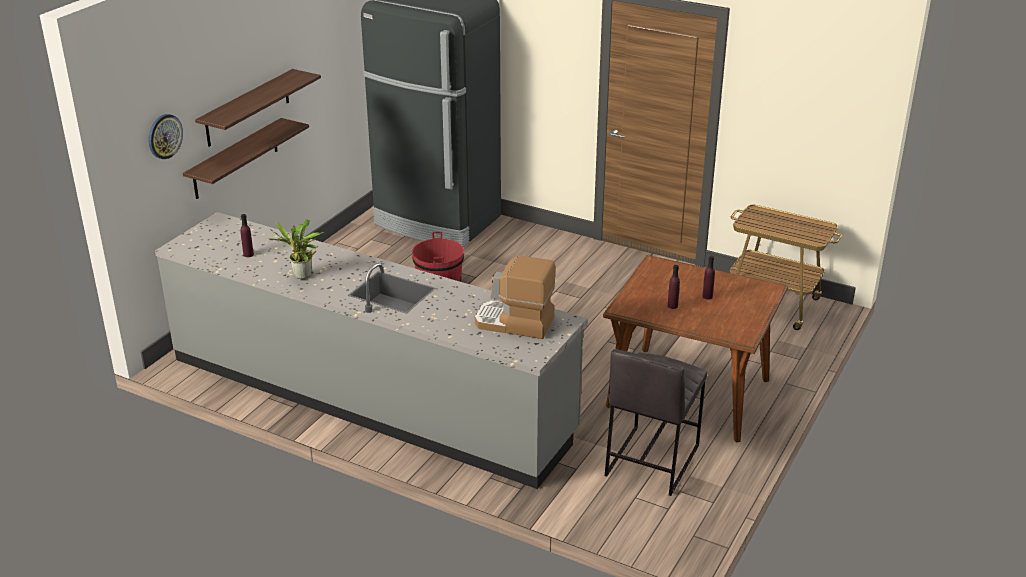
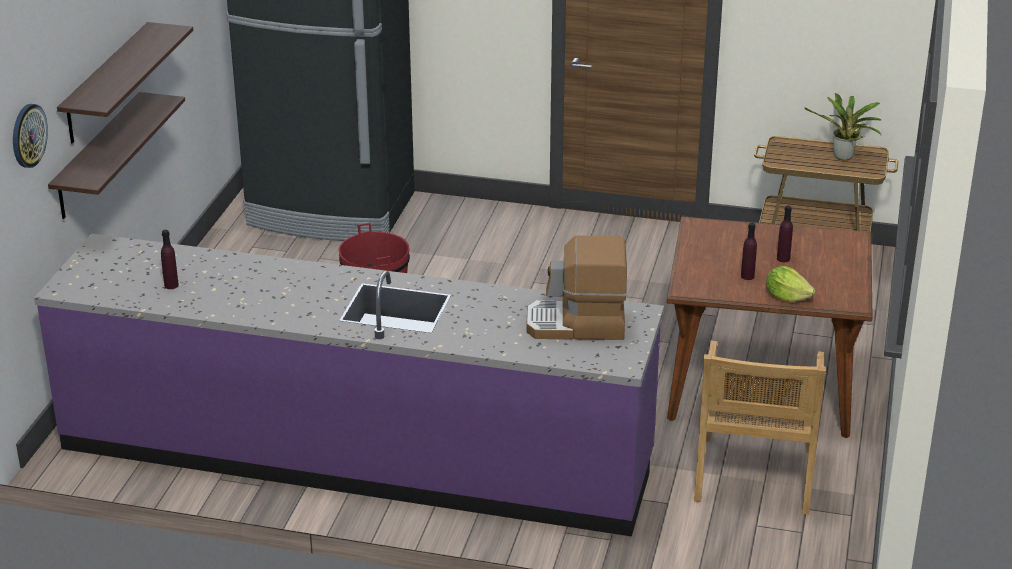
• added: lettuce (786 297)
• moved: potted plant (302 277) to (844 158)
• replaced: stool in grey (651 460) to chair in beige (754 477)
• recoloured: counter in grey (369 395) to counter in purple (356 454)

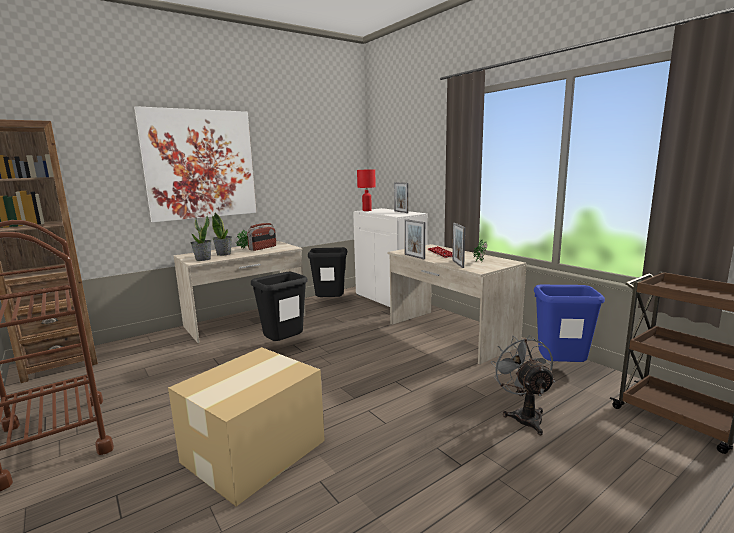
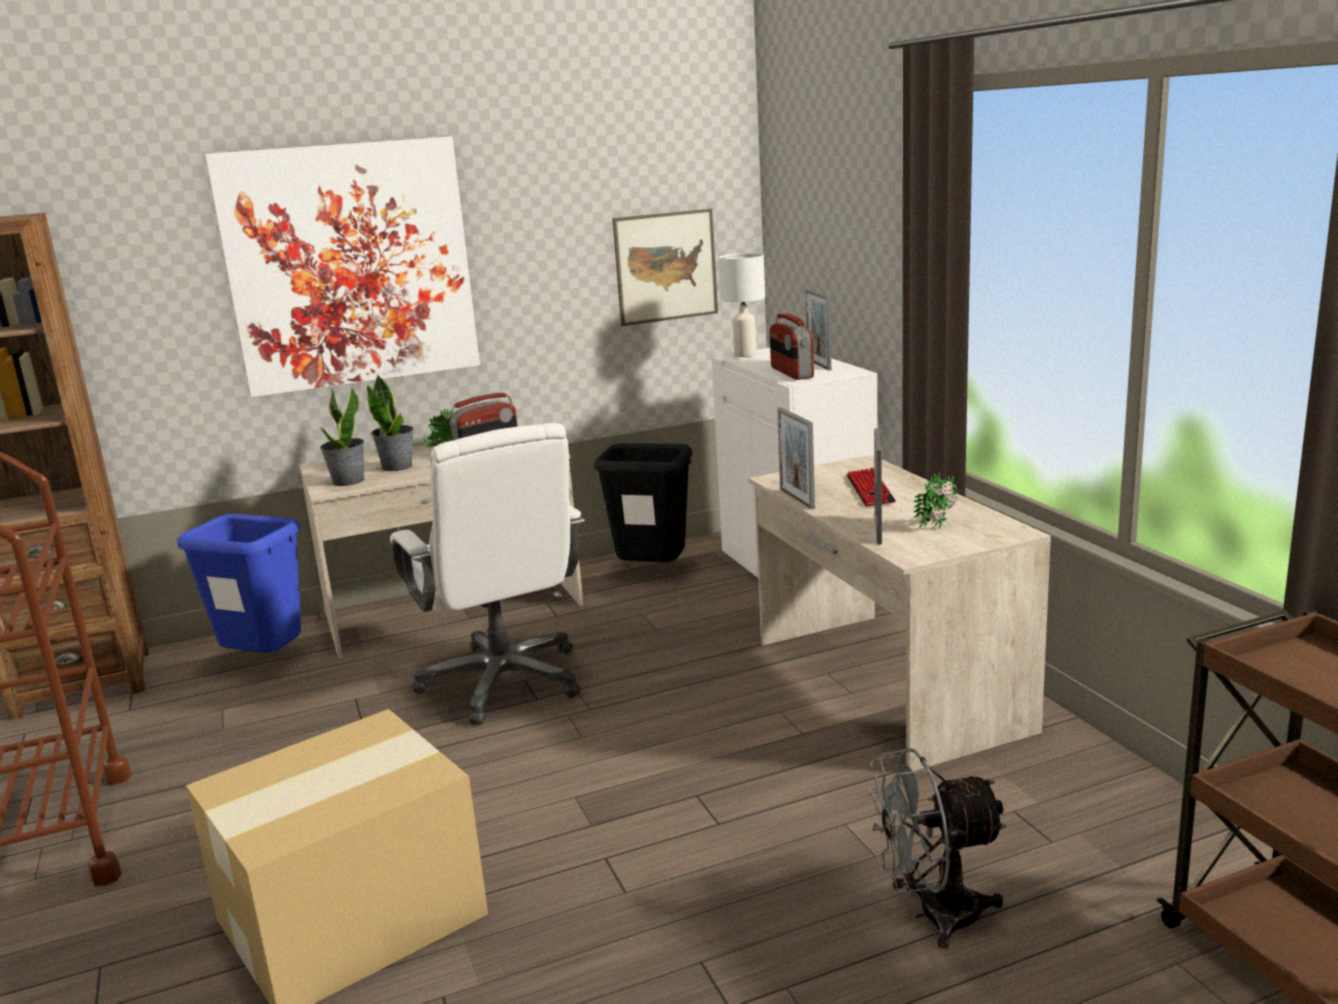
• added: picture (666 267)
• added: radio (791 373)
• moved: trash can in blue (561 369) to (266 664)
• replaced: trash can in black (283 346) to office chair in white (504 682)
• recoloured: table lamp in red (367 210) to table lamp in white (745 355)
• turned: fan in grey (524 415) = (933 915) 105 degrees counterclockwise

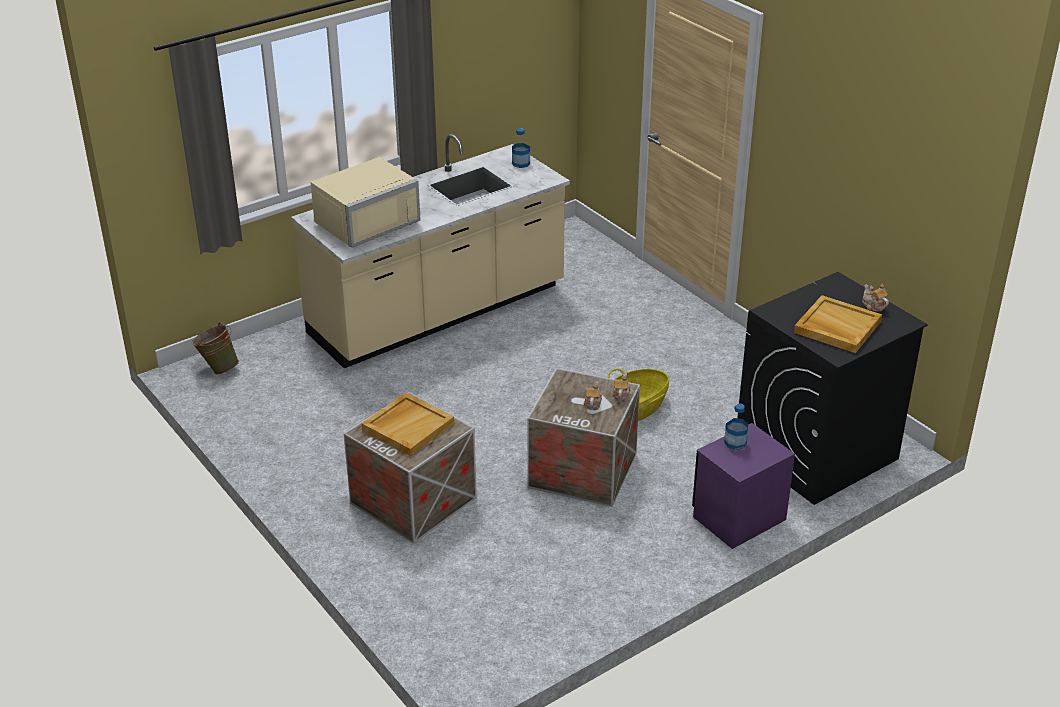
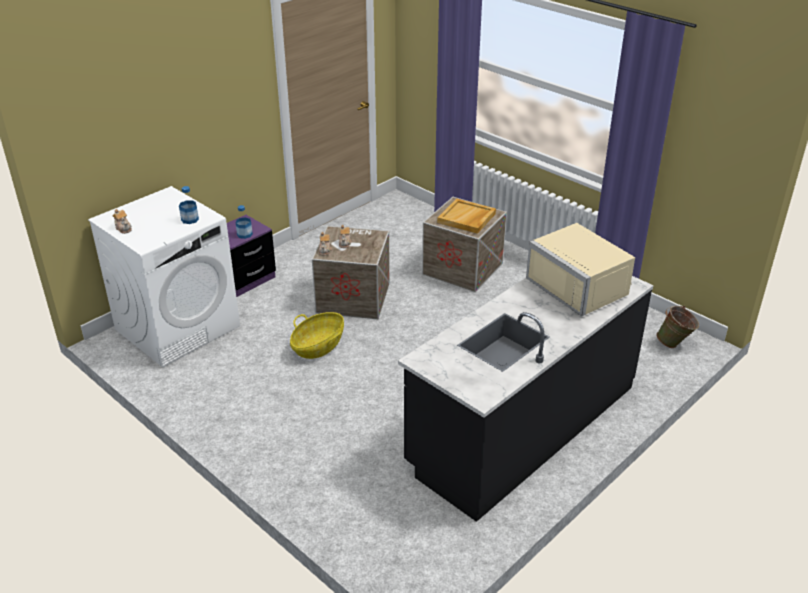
• removed: tray in beige (836 327)
• moved: bottle (521 163) to (190 219)
• recoloured: counter in beige (438 312) to counter in black (522 425)
• recoloured: washing machine in black (815 453) to washing machine in white (178 327)
• turned: microwave in beige (363 221) = (582 286) 75 degrees counterclockwise

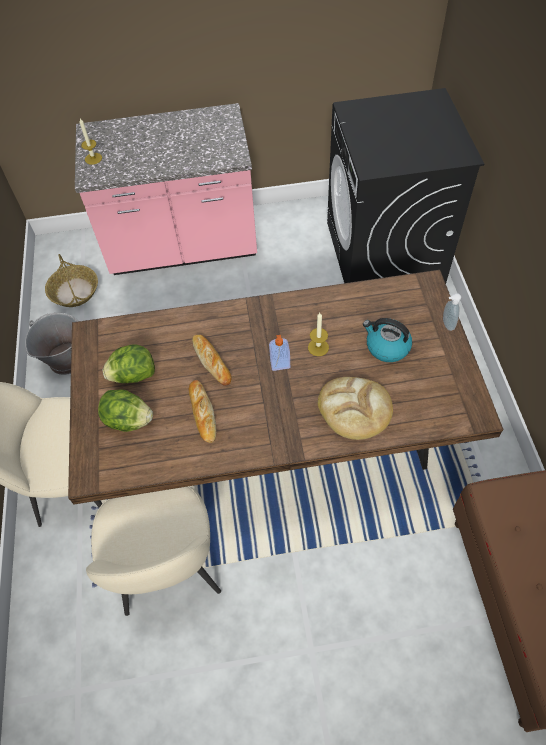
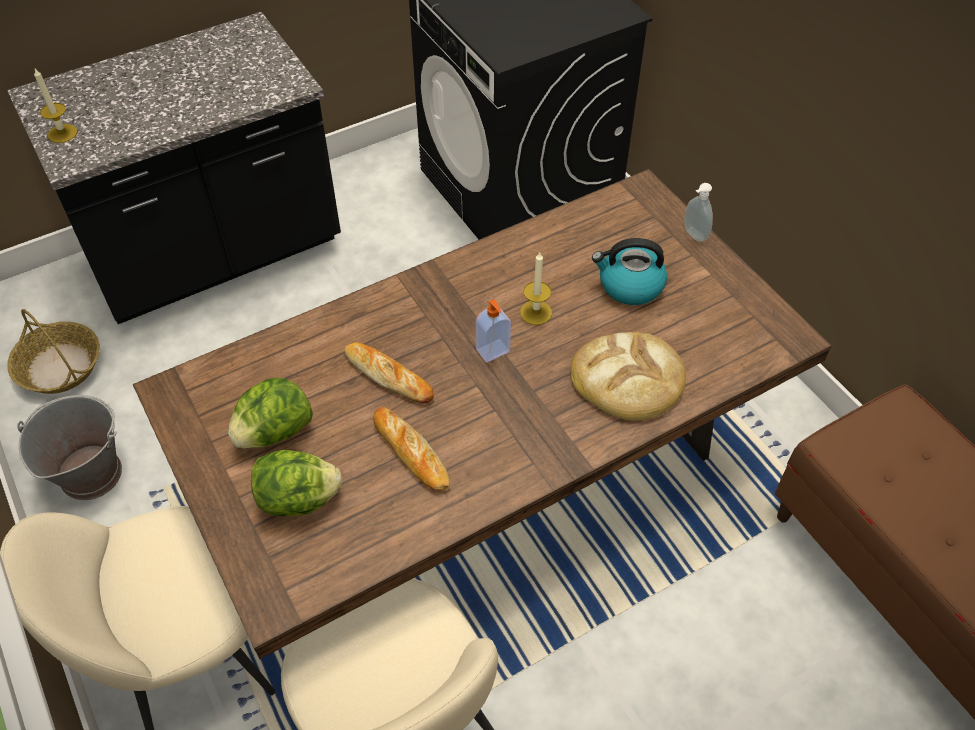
• recoloured: counter in pink (183 248) to counter in black (216 256)

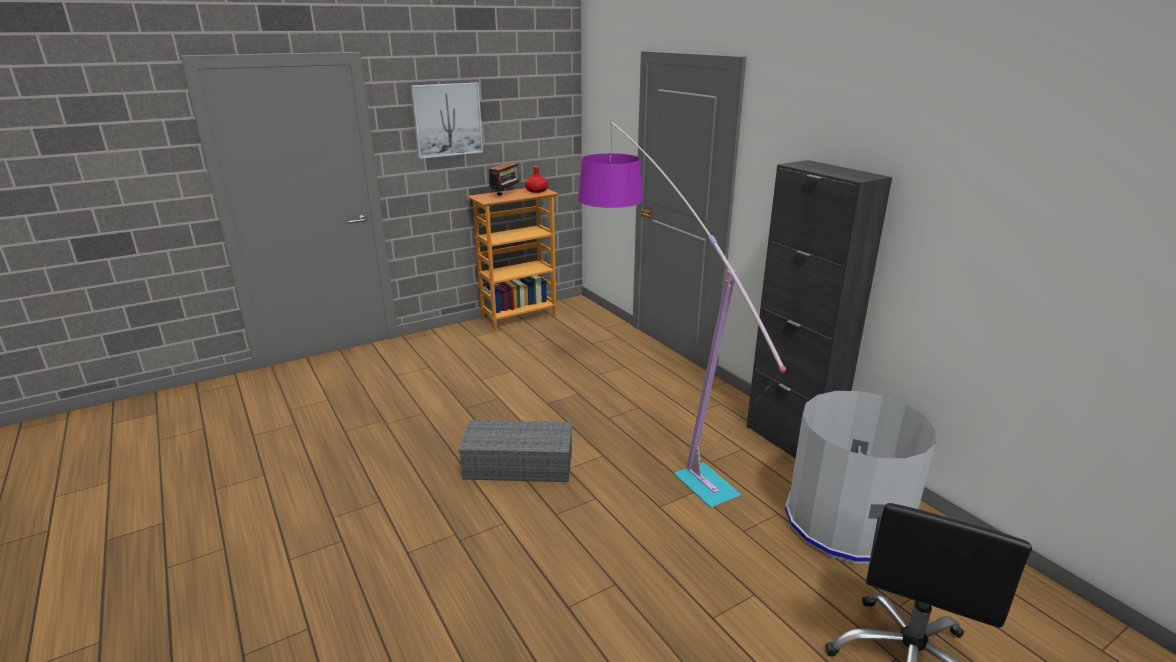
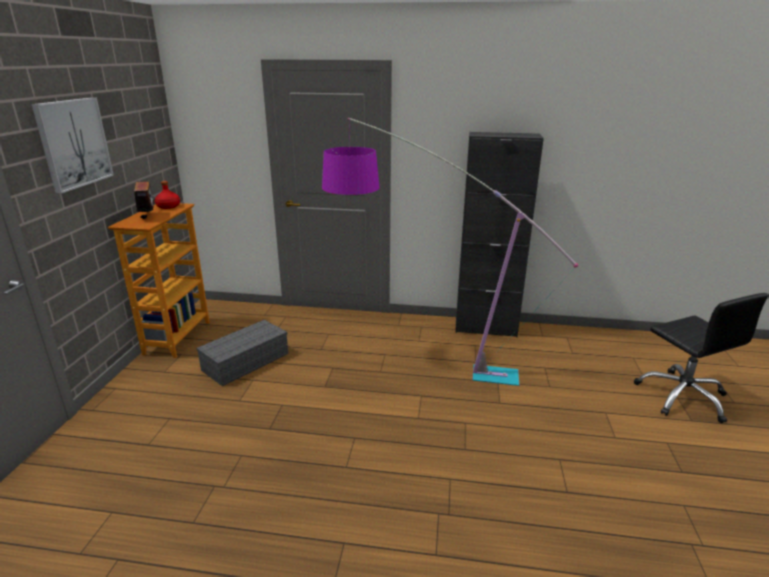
• removed: trash can in grey (846 521)
• moved: storage box in grey (520 464) to (246 361)

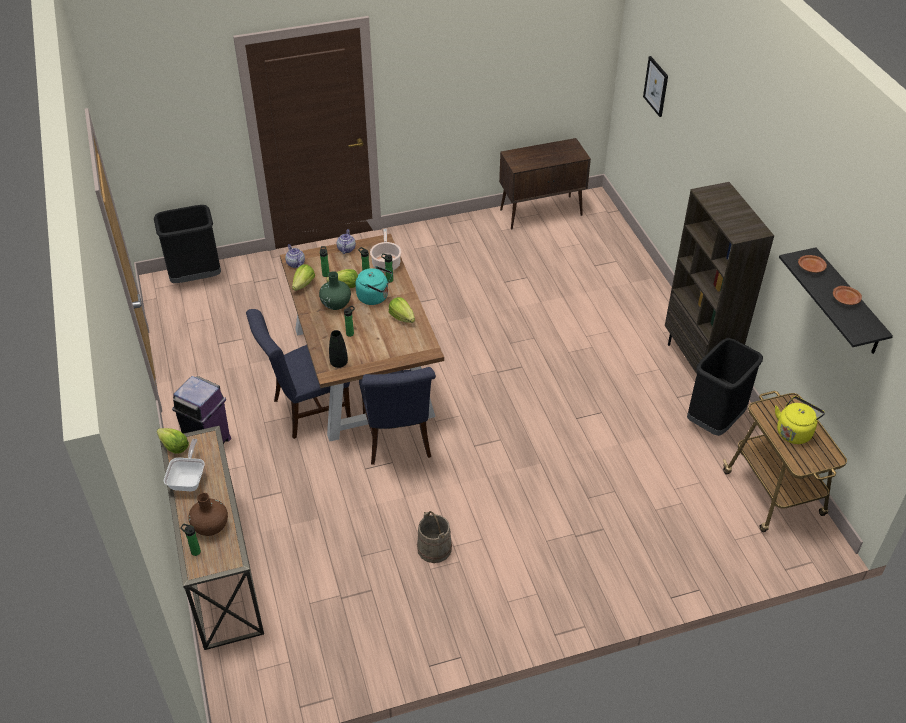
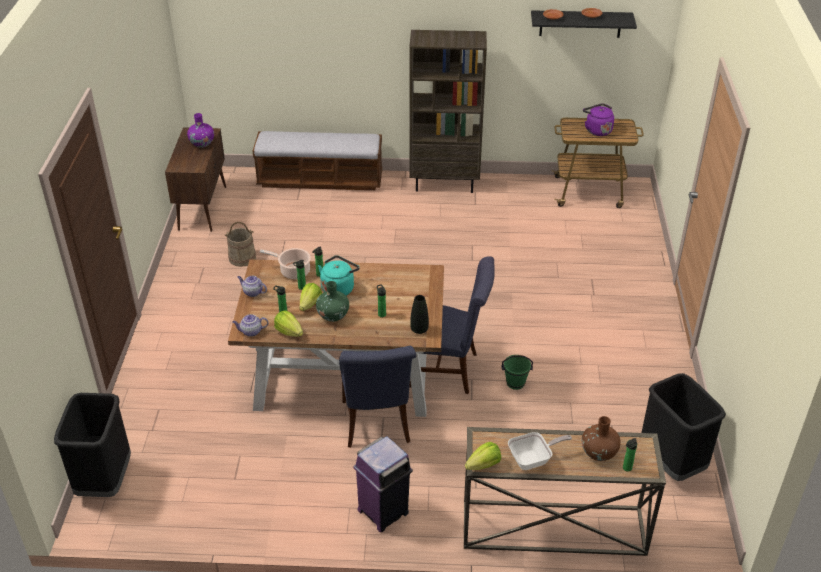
• removed: lettuce (402 317)
• removed: picture (656 86)
• added: vase in purple (202 143)
• added: bench (320 180)
• added: bucket in green (515 383)
• moved: bucket in beige (434 548) to (242 257)
• moved: trash can in black (715 420) to (672 462)
• recoloured: kettle in yellow (794 431) to kettle in purple (597 130)
• turned: frying pan (189 479) = (533 459) 135 degrees clockwise

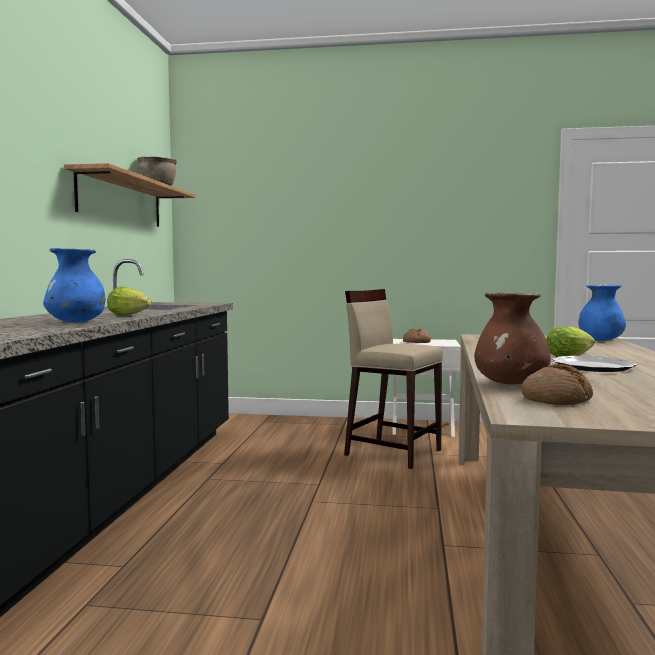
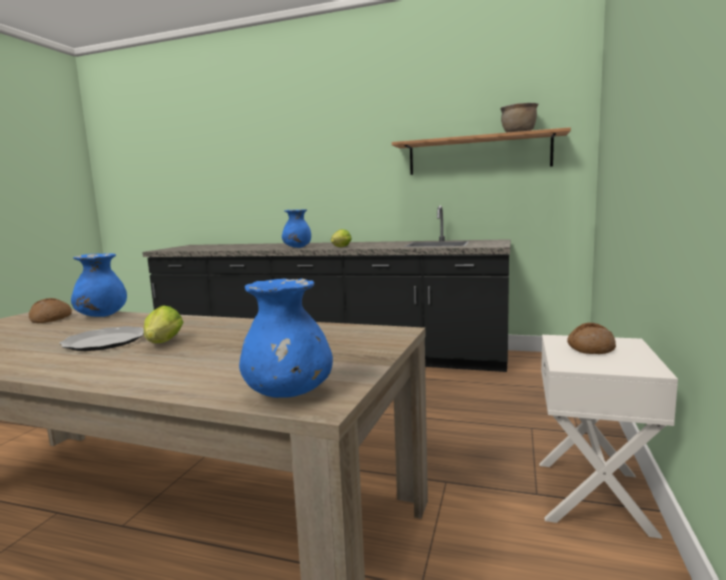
• removed: stool in beige (392 452)
• recoloured: vase in brown (511 384) to vase in blue (102 316)

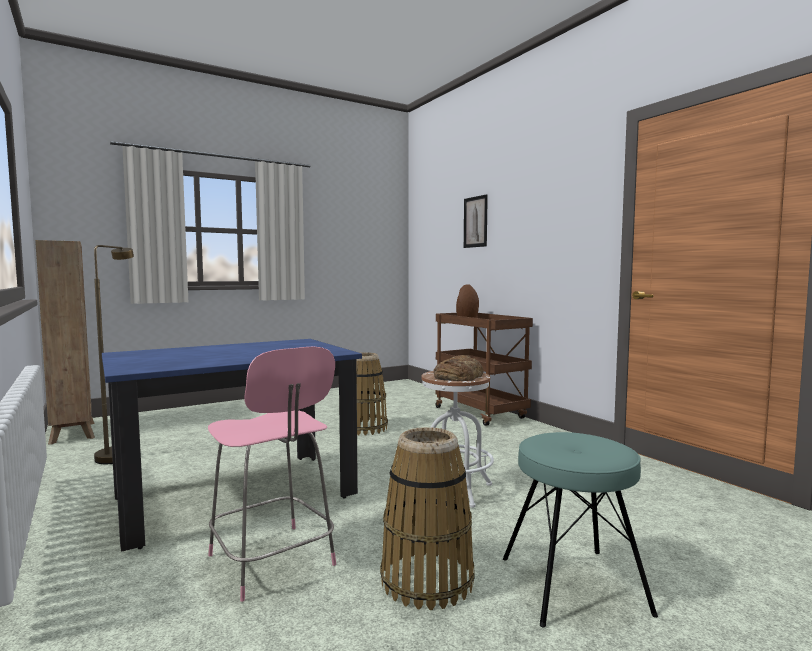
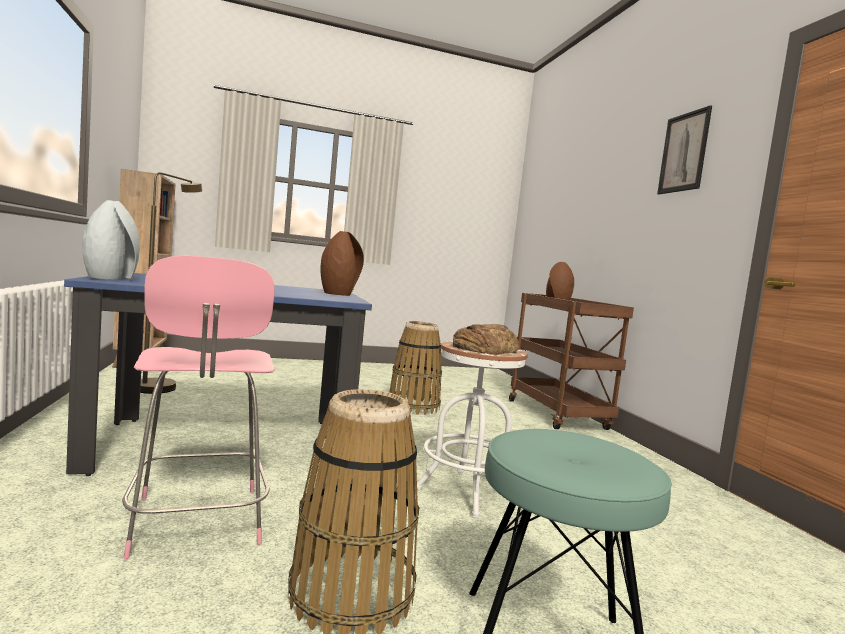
• added: vase in grey (111 279)
• added: vase in brown (338 294)
• moved: picture (475 222) to (684 152)

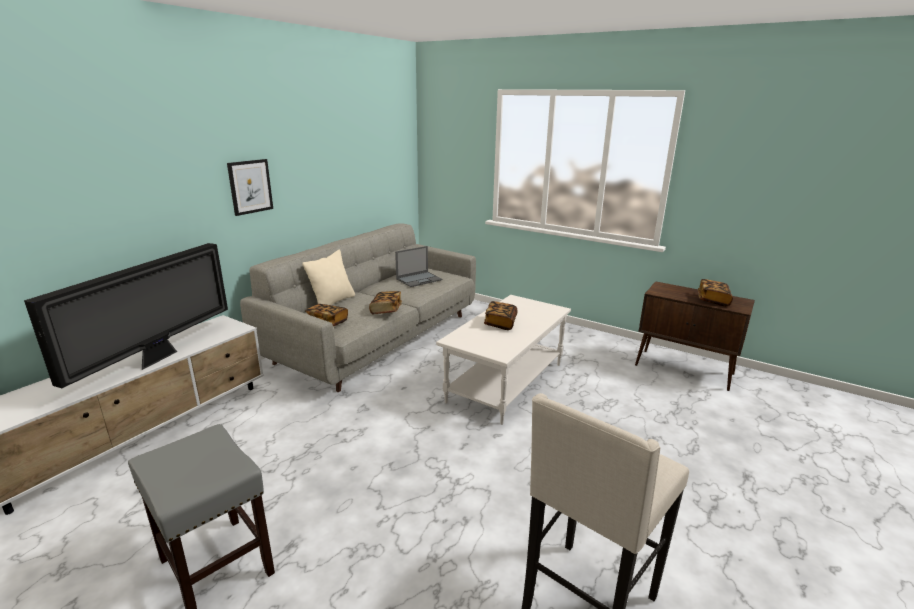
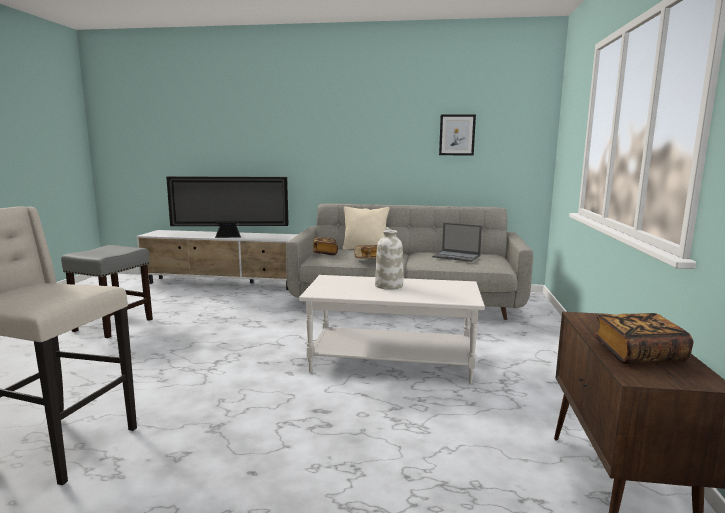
• moved: picture (250 186) to (457 135)
• replaced: book (500 323) to vase in white (388 285)

